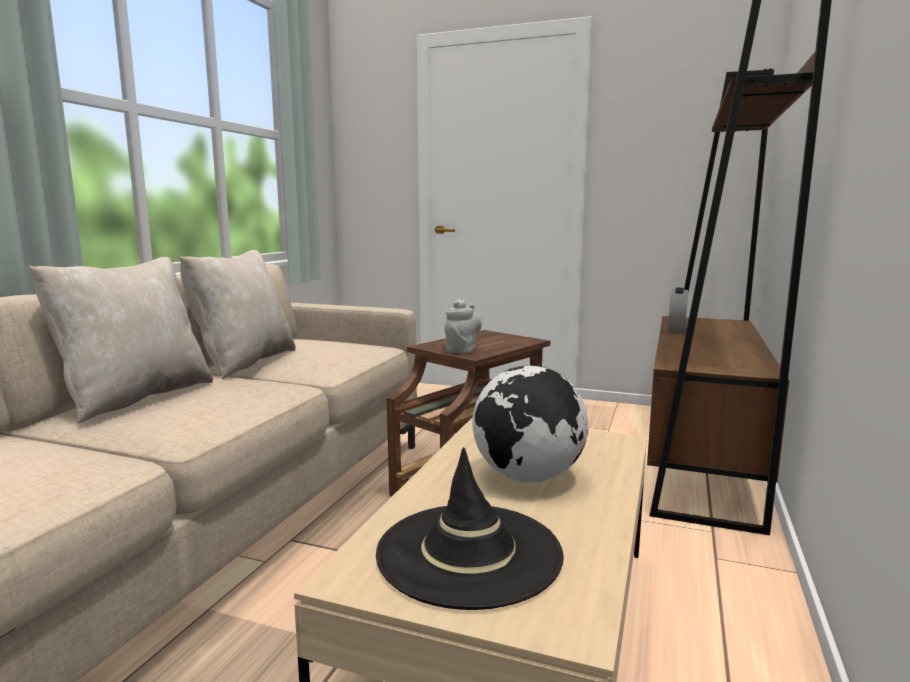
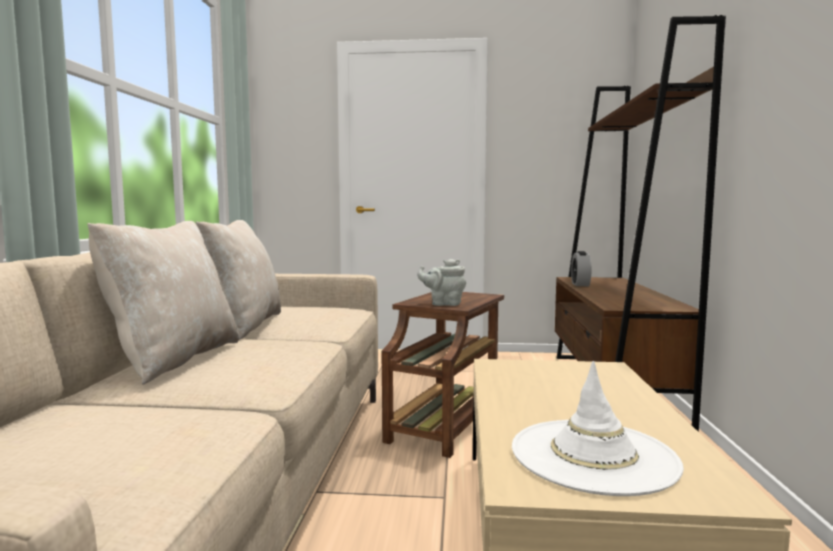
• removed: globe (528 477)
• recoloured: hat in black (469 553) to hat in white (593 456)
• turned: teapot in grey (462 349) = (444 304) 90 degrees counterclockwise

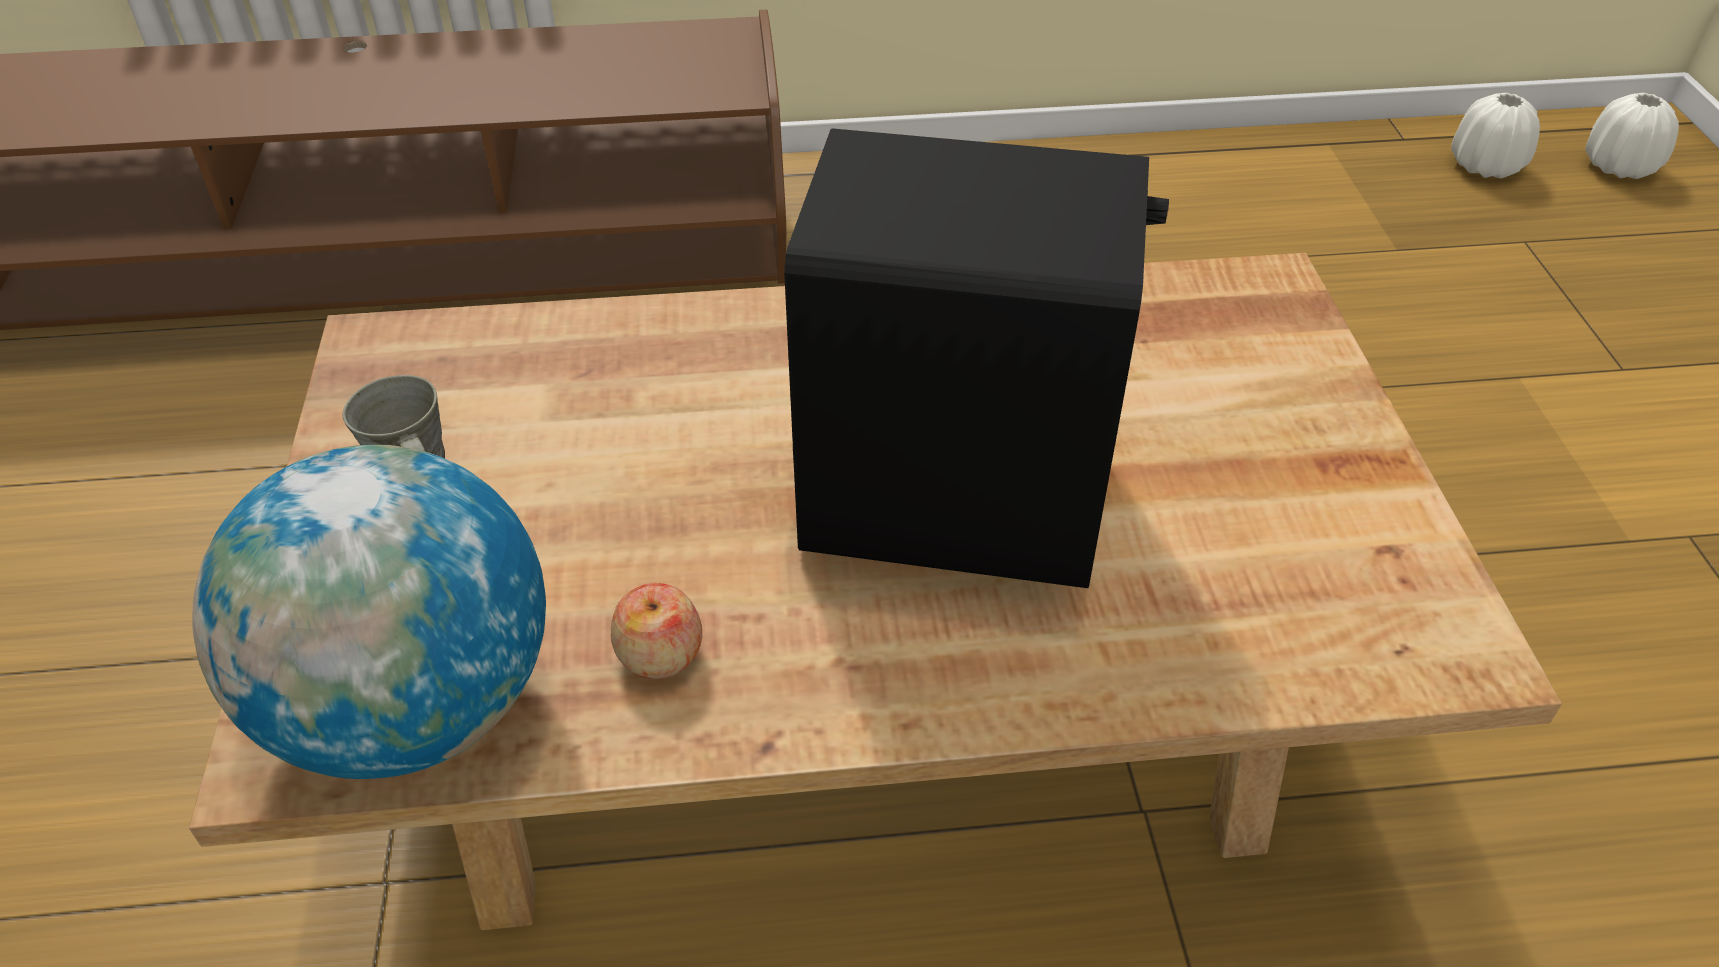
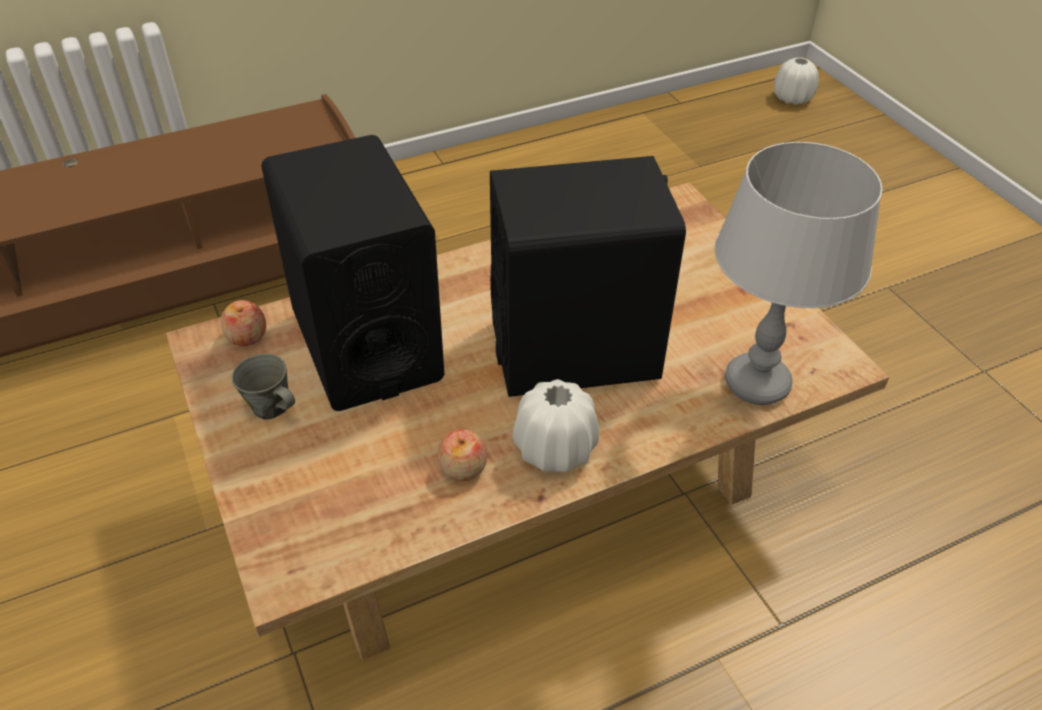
• removed: globe (413 707)
• added: apple (247 336)
• added: speaker in black (366 345)
• added: table lamp in grey (757 384)
• moved: vase in white (1485 166) to (555 449)

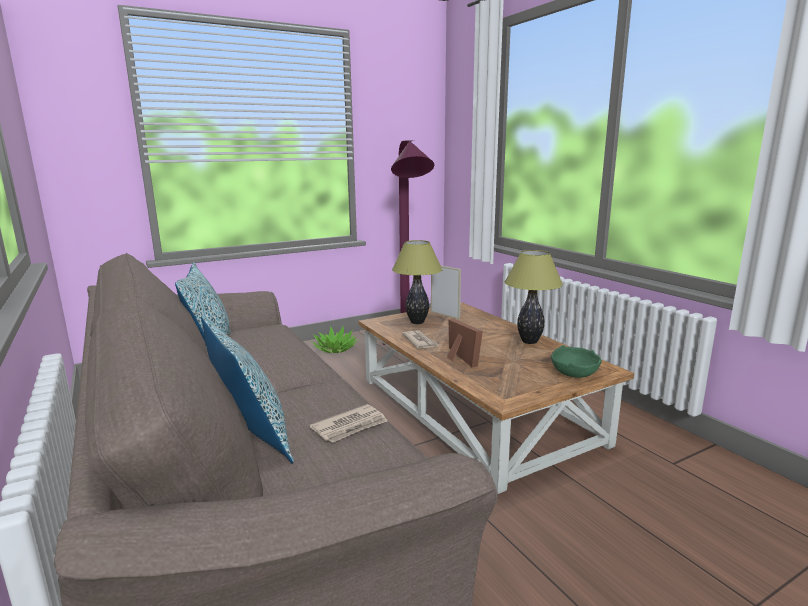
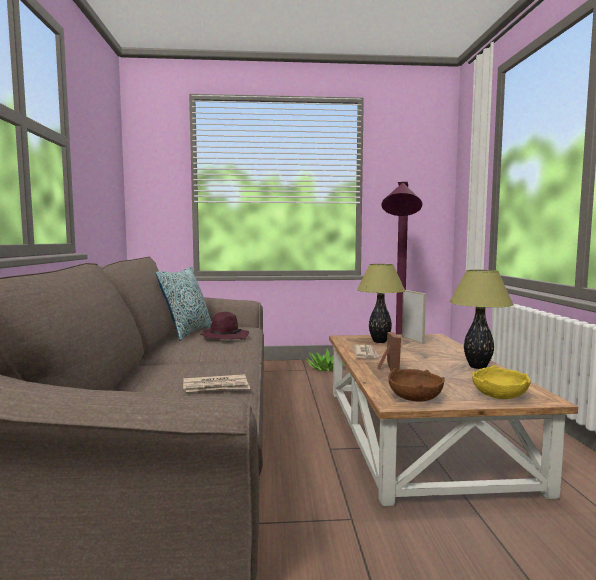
• removed: pillow (252 438)
• added: hat in purple (224 337)
• added: bowl in brown (415 398)
• recoloured: bowl in green (574 373) to bowl in yellow (499 396)

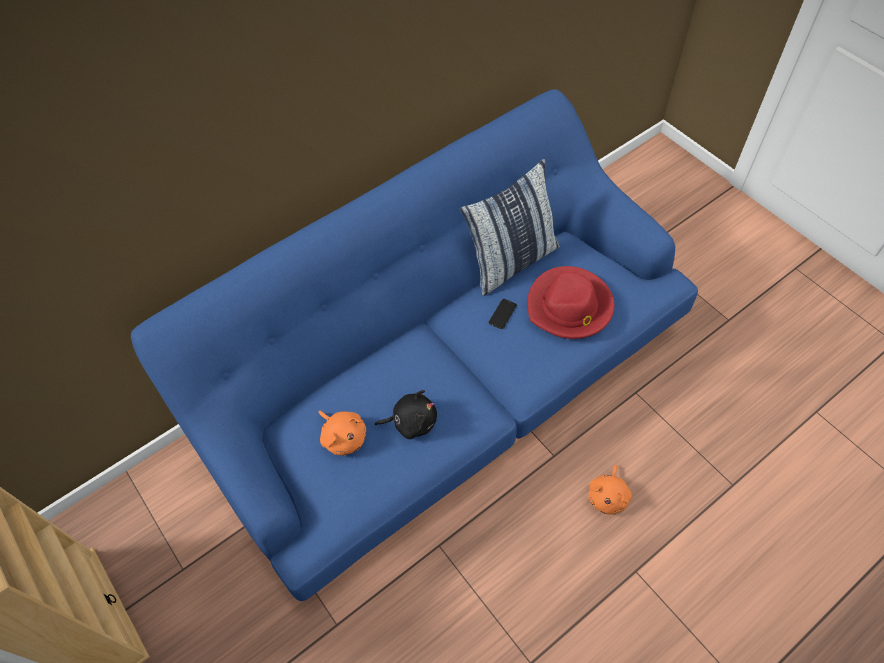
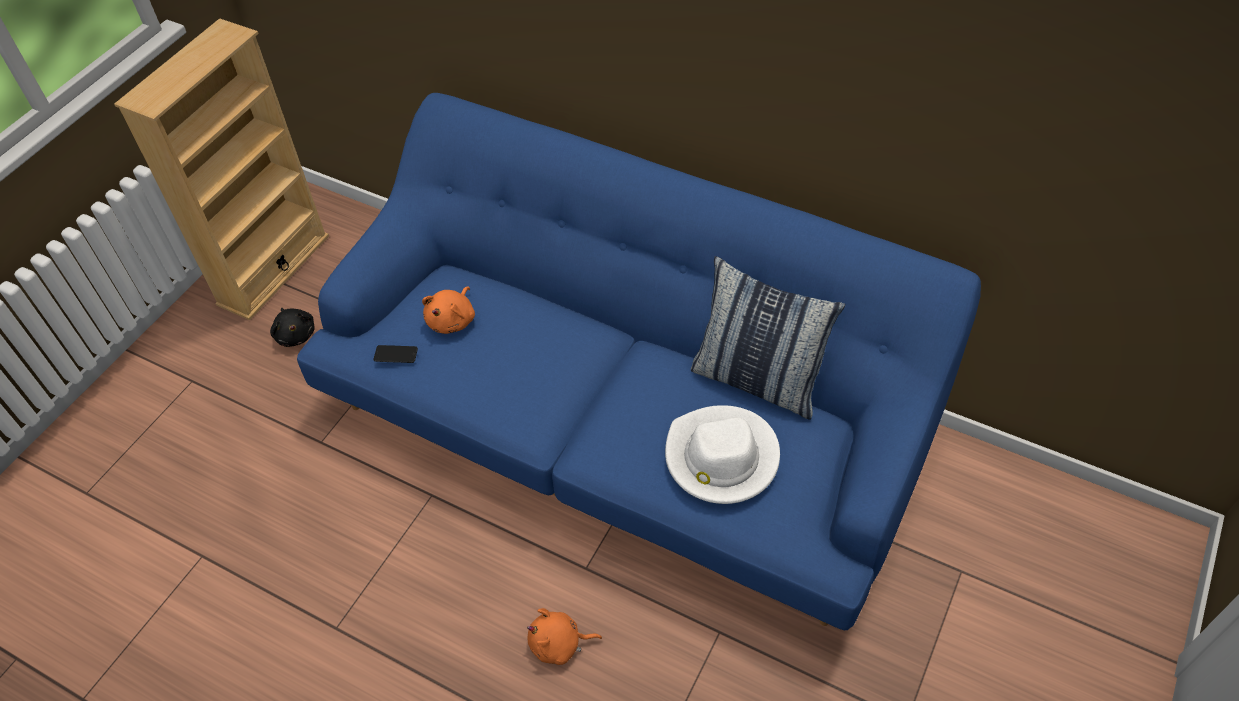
• moved: plush toy in black (411 421) to (295 334)
• moved: phone (502 314) to (396 354)
• recoloured: hat in red (569 306) to hat in white (721 458)

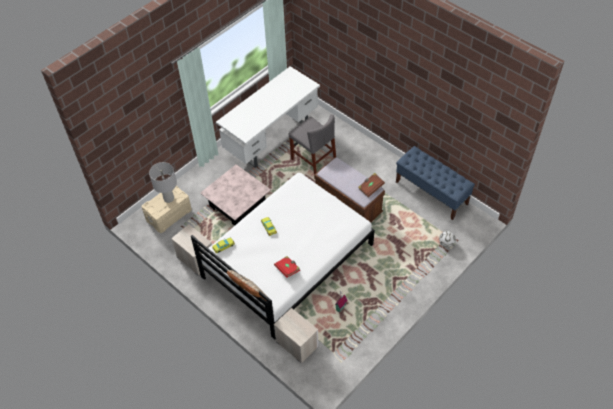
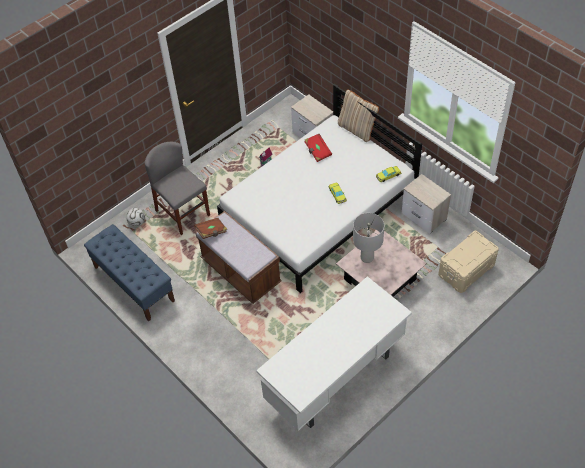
• moved: table lamp in grey (169 199) to (367 257)
• moved: chair in grey (313 160) to (183 213)

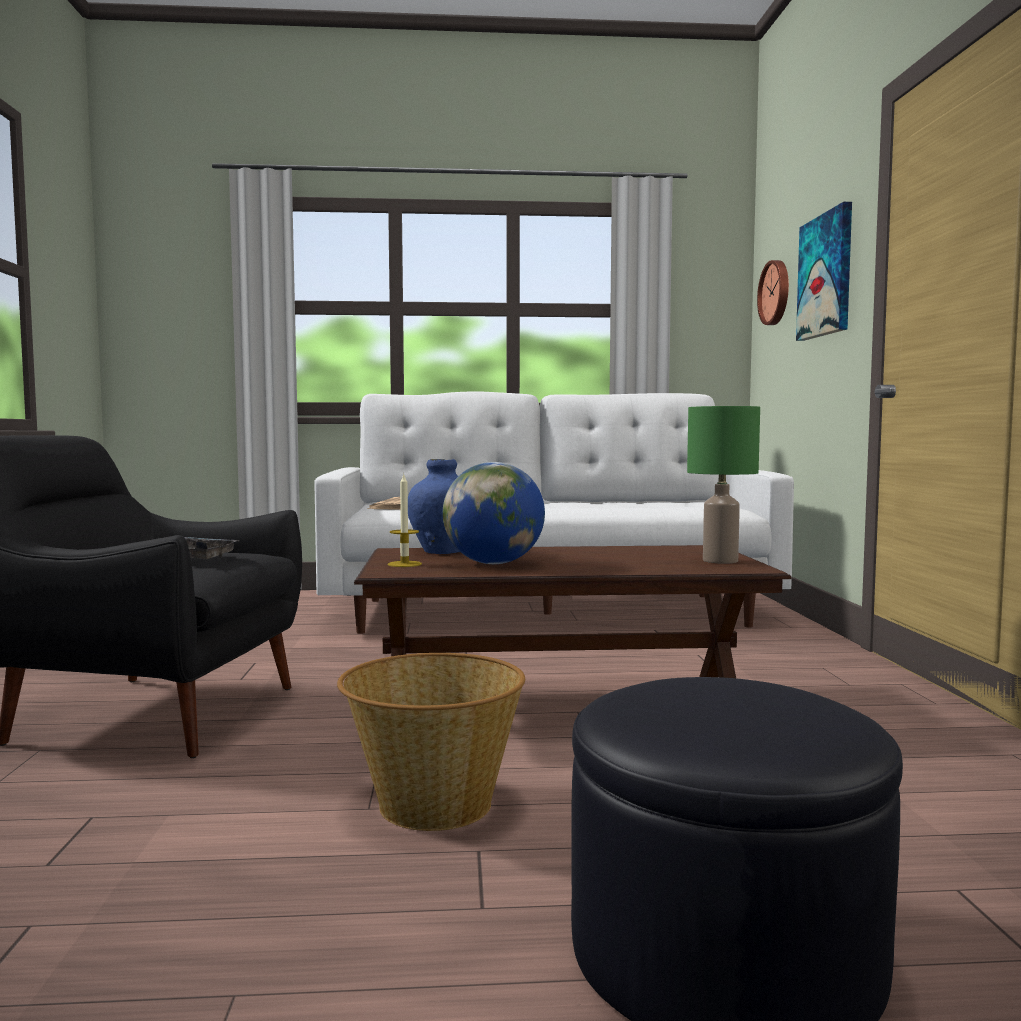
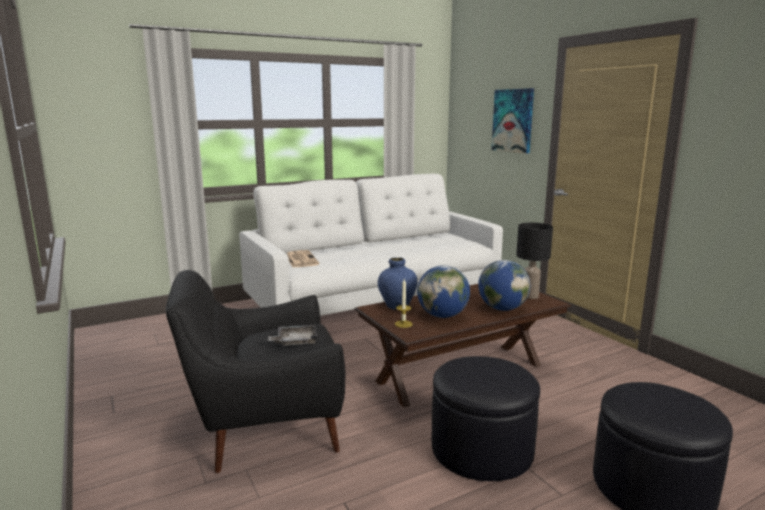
• removed: wall clock (776 293)
• added: globe (502 309)
• replaced: basket (433 804) to ottoman in black (481 449)
• recoloured: table lamp in green (719 561) to table lamp in black (530 296)

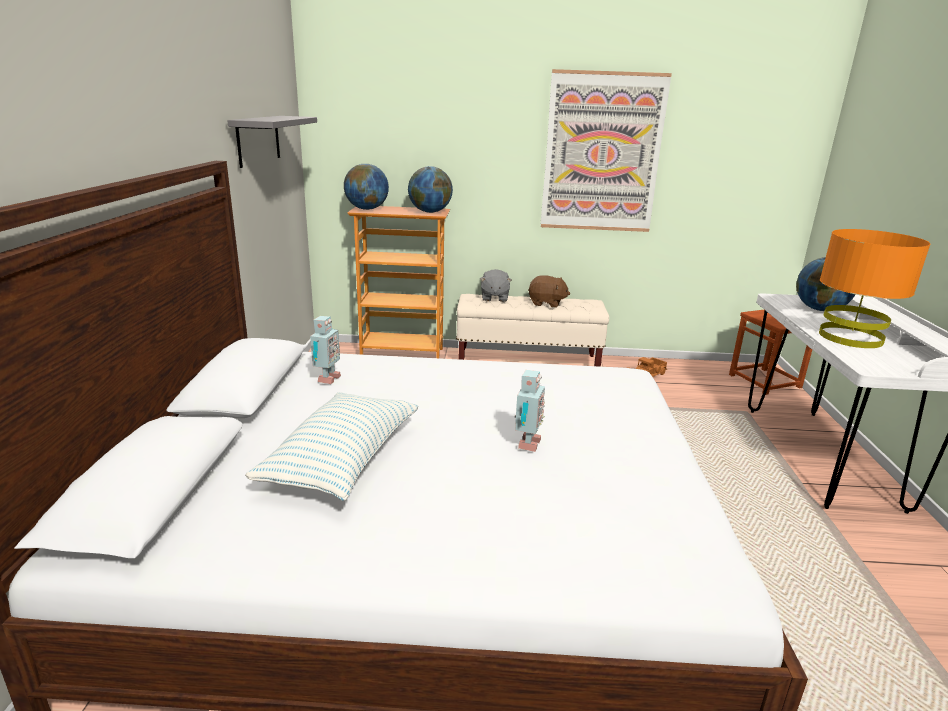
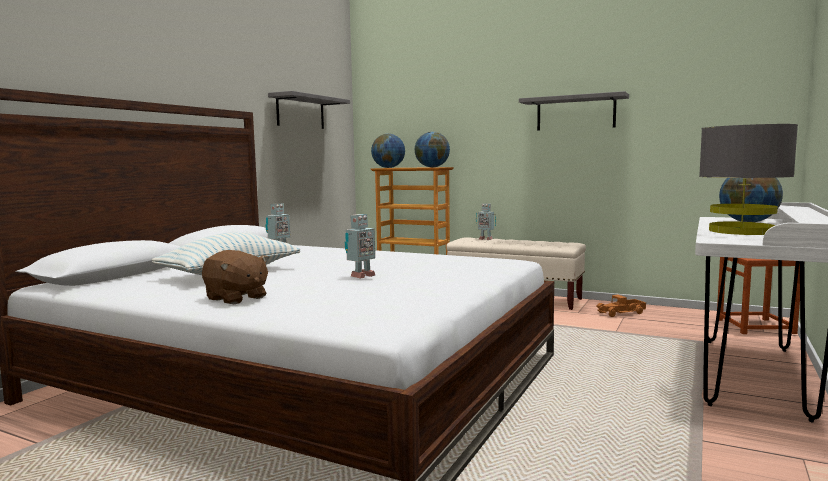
• moved: plush toy in brown (546 303) to (236 298)
• replaced: plush toy in grey (494 298) to toy robot (485 239)
• replaced: picture (602 153) to shelf in grey (575 113)
• recoloured: table lamp in orange (850 337) to table lamp in grey (741 231)

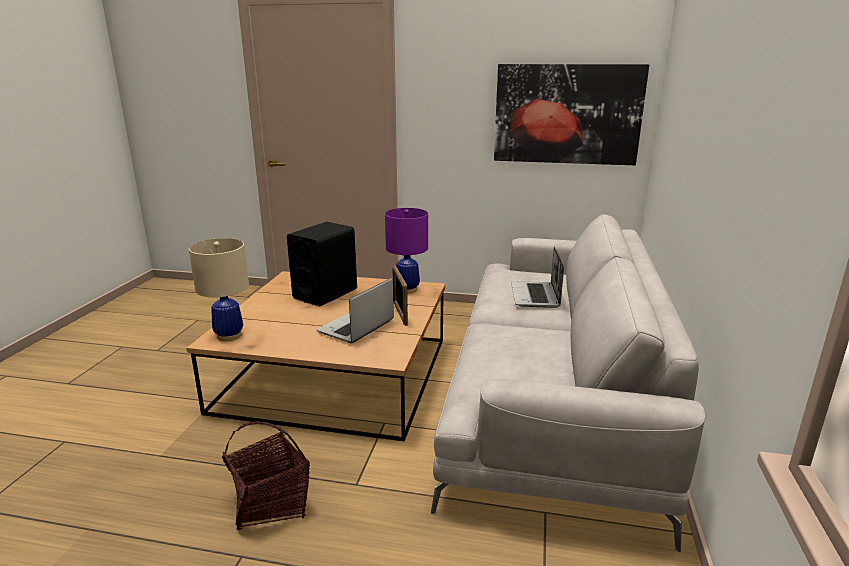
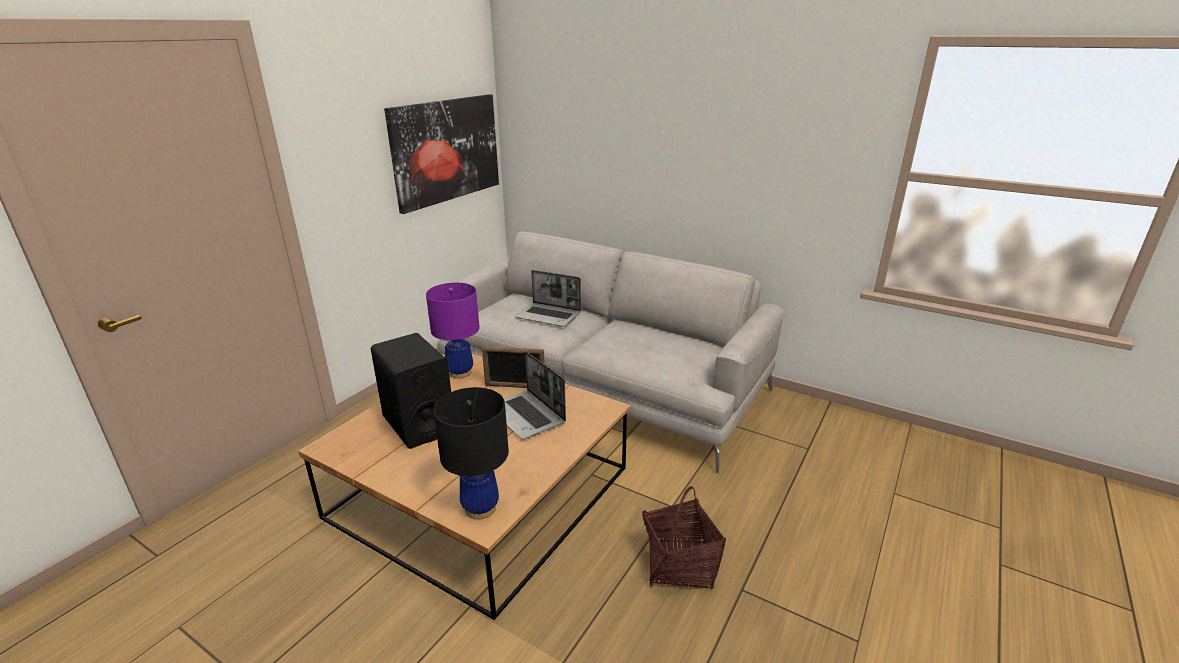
• recoloured: table lamp in beige (229 335) to table lamp in black (480 508)

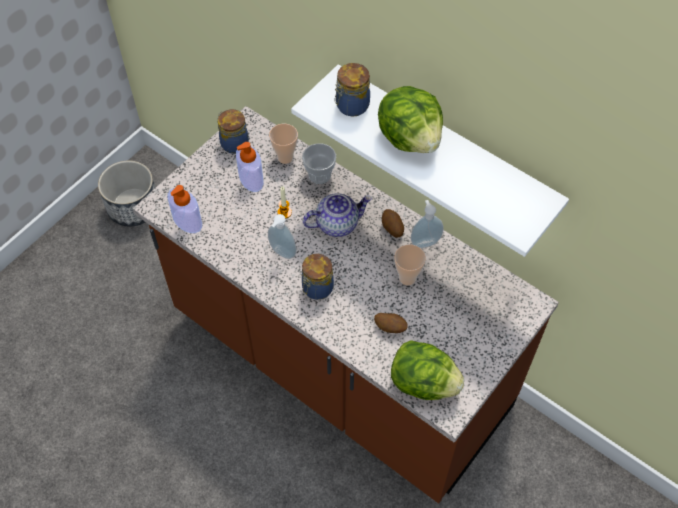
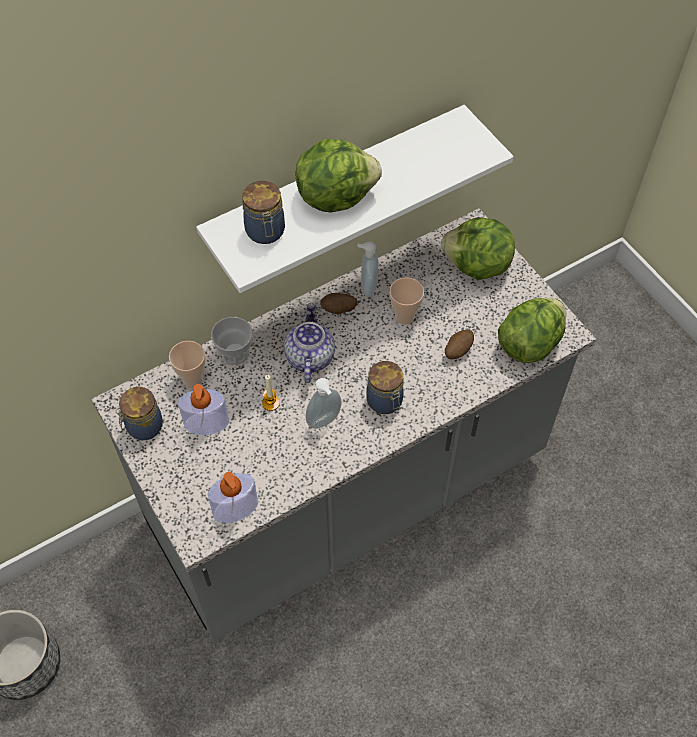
• added: lettuce (477 267)
• recoloured: counter in brown (339 363) to counter in grey (348 494)

